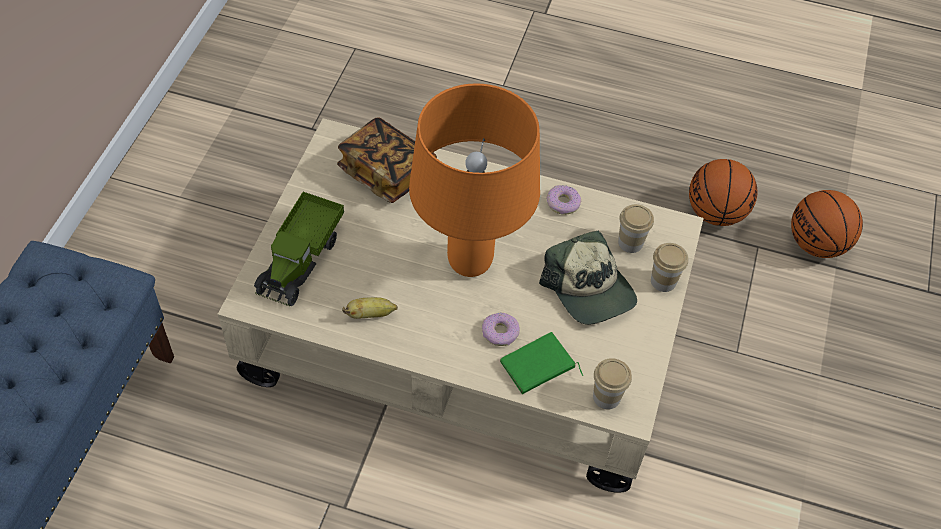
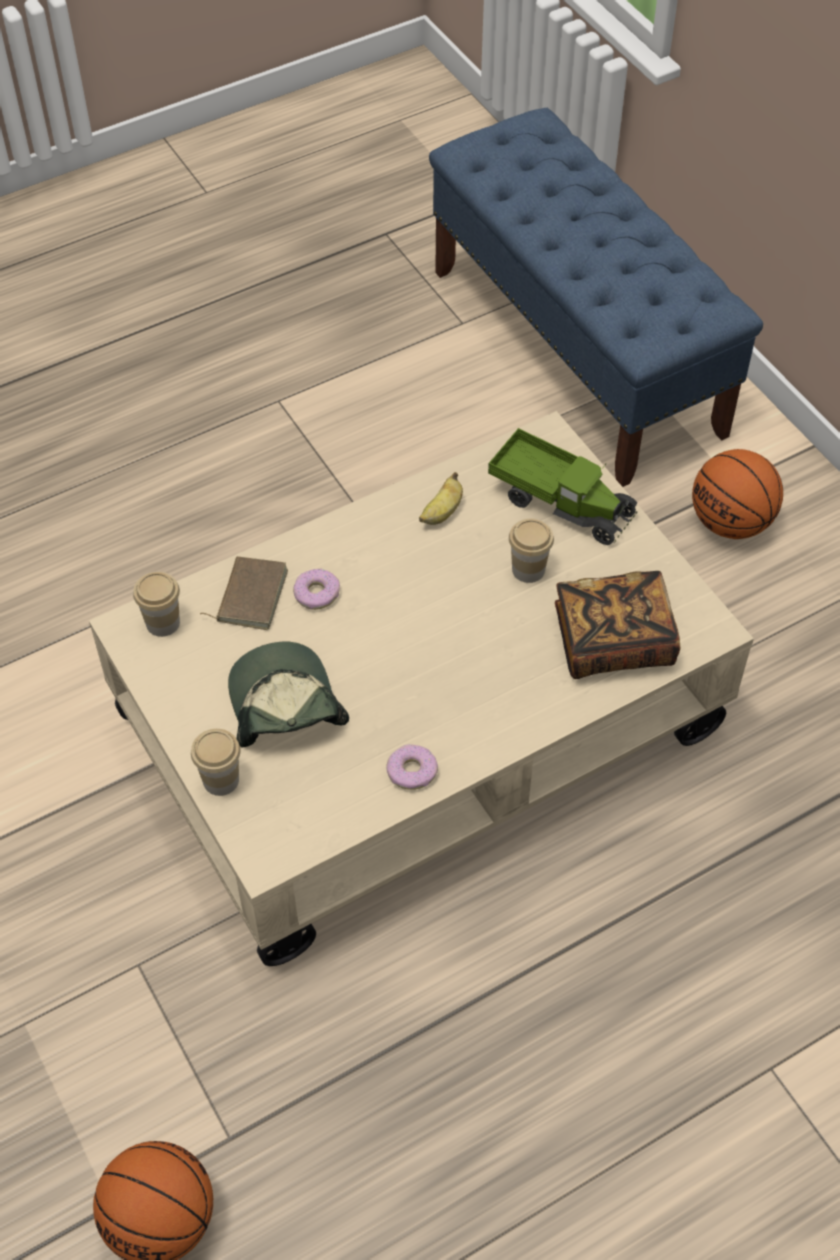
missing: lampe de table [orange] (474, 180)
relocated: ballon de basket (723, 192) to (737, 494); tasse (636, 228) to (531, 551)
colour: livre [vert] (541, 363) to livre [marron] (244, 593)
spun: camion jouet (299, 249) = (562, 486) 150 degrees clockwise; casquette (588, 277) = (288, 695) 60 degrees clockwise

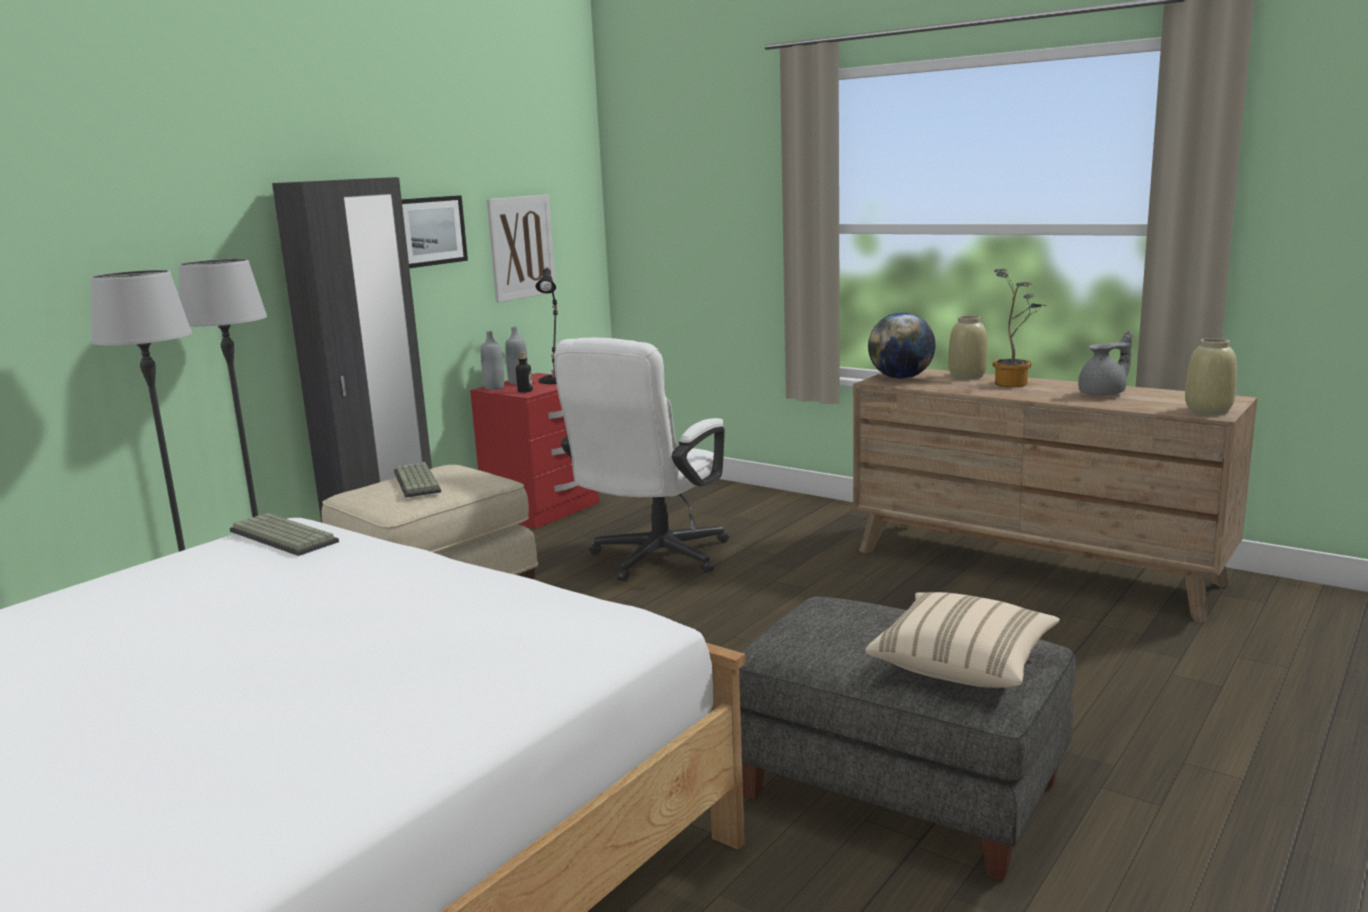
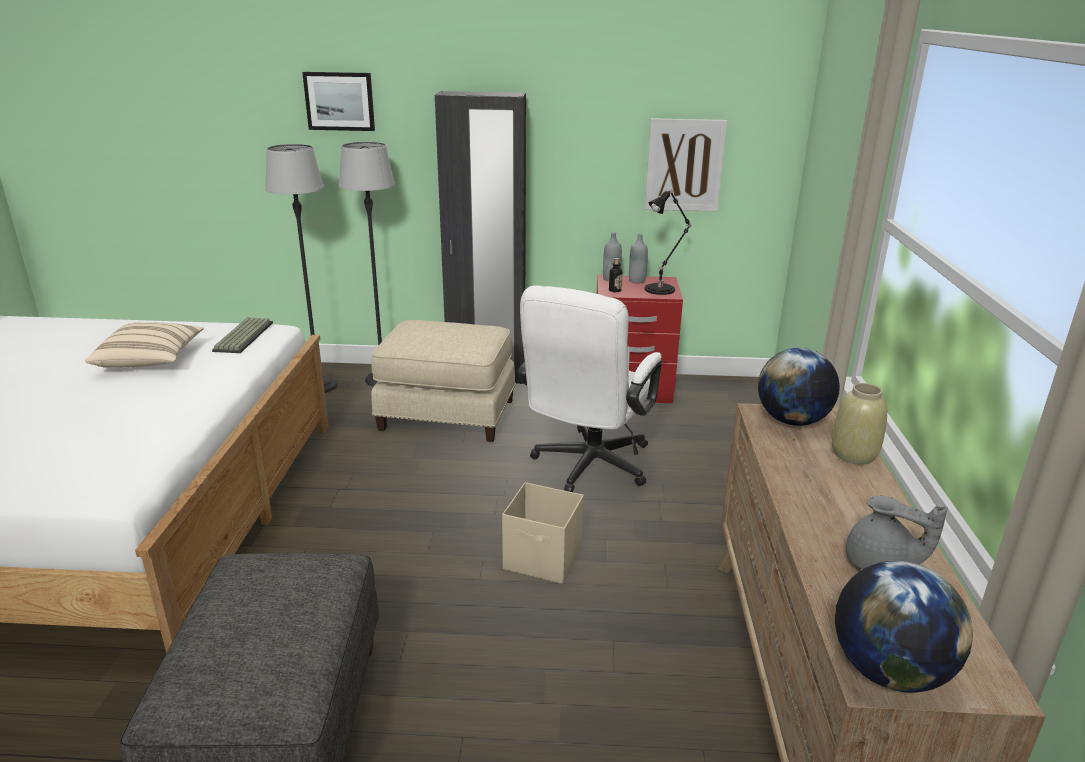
missing: plante en pot (1020, 327); clavier (417, 480)
appeared: boîte de rangement [beige] (543, 533)
relocated: tableau (435, 231) to (338, 101); coussin [beige] (962, 640) to (144, 345)
exchanged: vase [beige] (1211, 376) to globe (904, 627)
spun: chaise de bureau [blanc] (641, 459) = (589, 388) 60 degrees counterclockwise

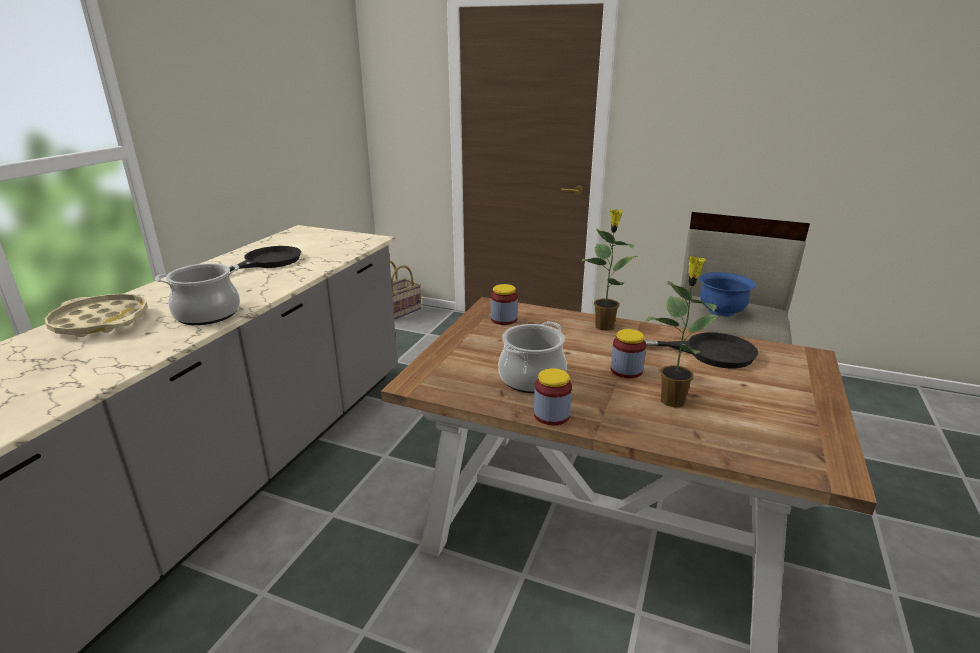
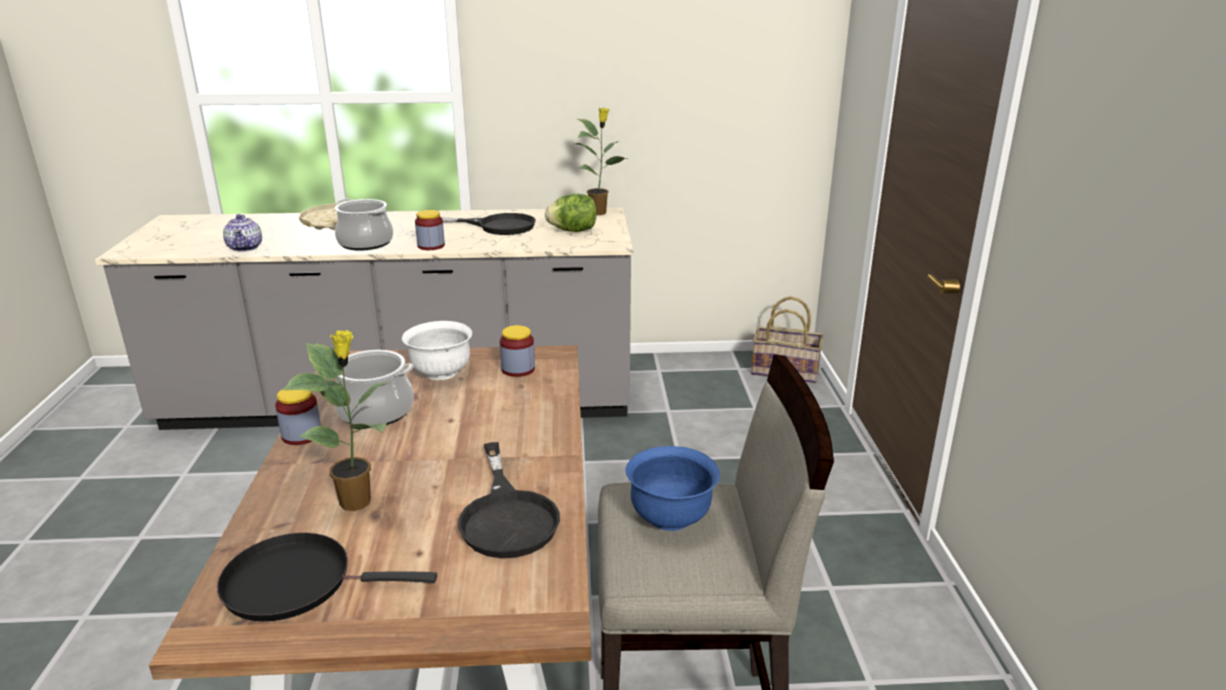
appeared: laitue (570, 213); théière (242, 233); bol [blanc] (437, 350); poêle [noir] (327, 577)
relocated: plante en pot (609, 270) to (602, 161); bocal (628, 353) to (430, 230)

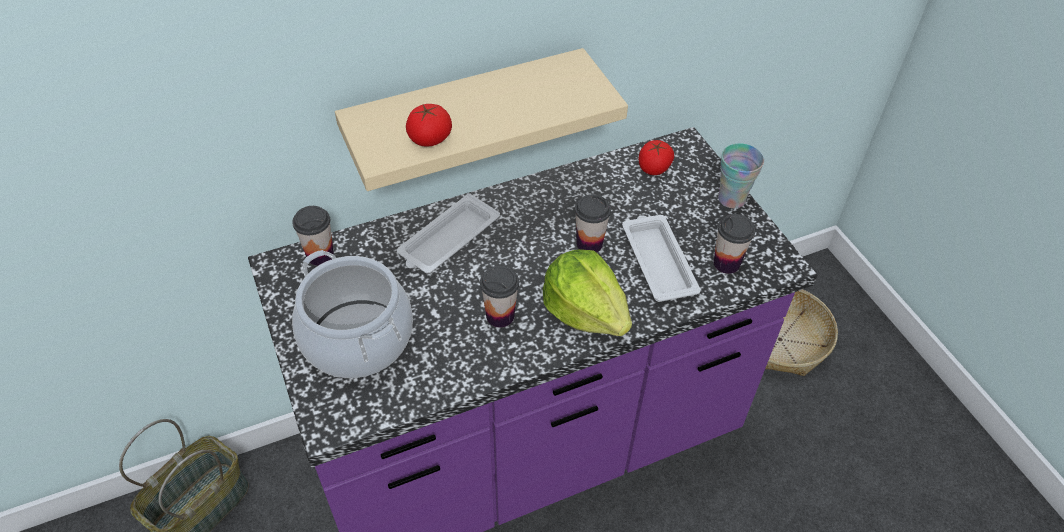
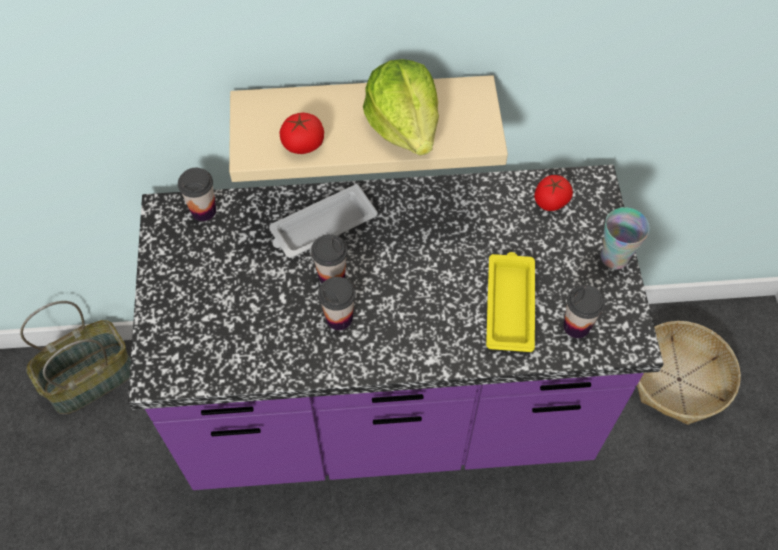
missing: marmite (352, 314)
relocated: tasse (593, 223) to (329, 258); laitue (587, 292) to (401, 107)
colour: plateau [blanc] (661, 258) to plateau [jaune] (510, 302)

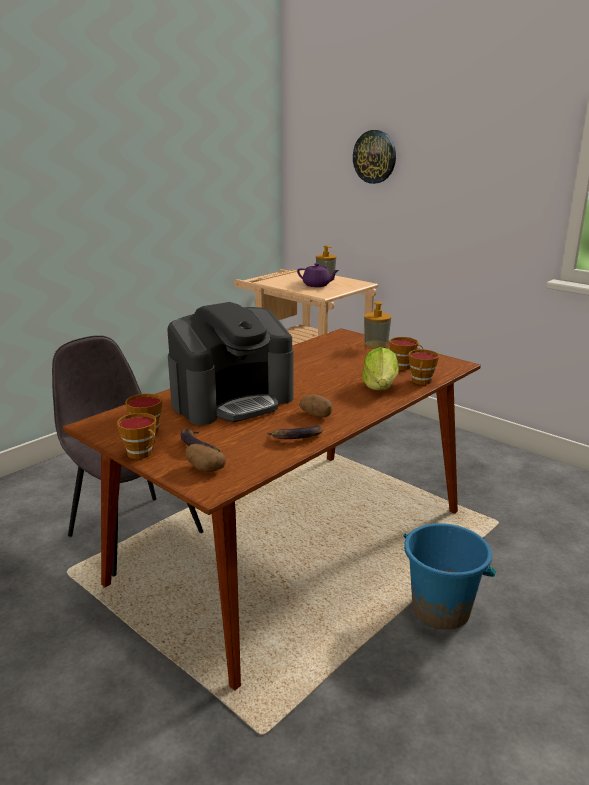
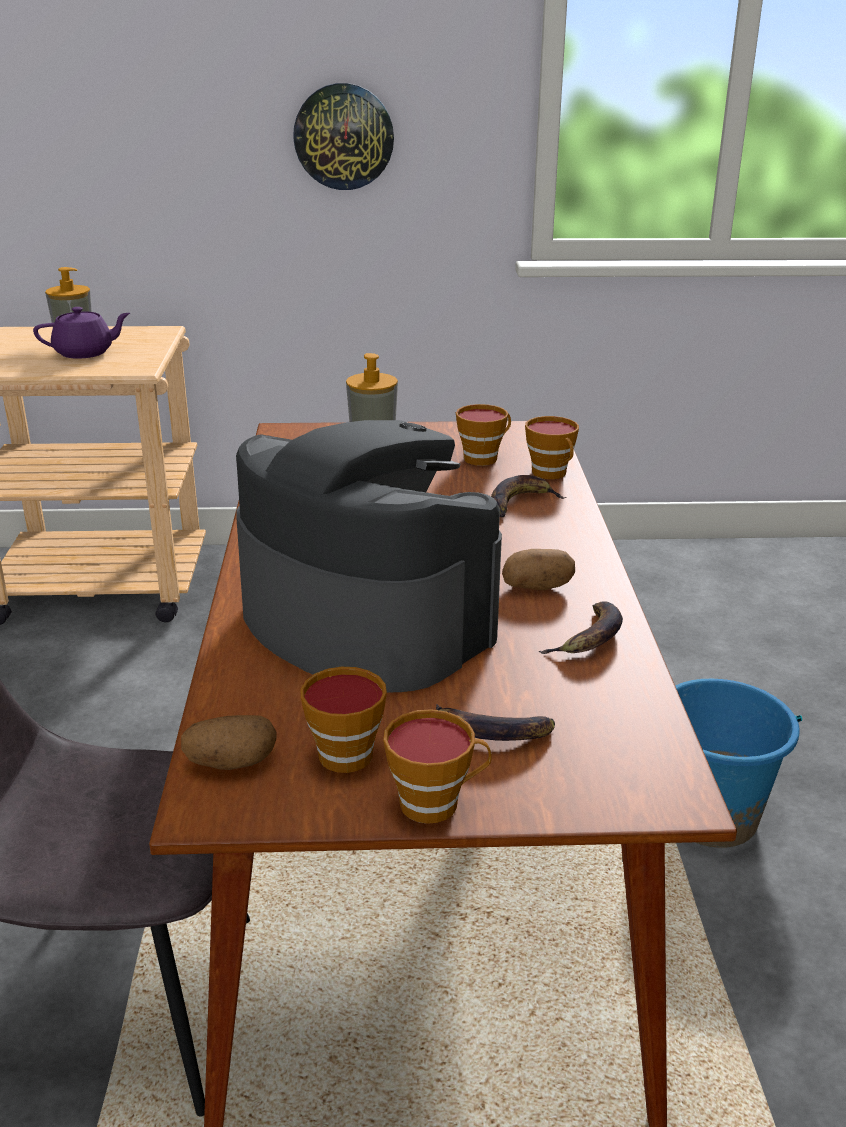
relocated: horloge murale (374, 157) to (343, 136); pomme de terre (206, 458) to (228, 742)
exchanged: laitue (380, 368) to banane (528, 496)
spun: machine à café (230, 363) = (369, 556) 60 degrees counterclockwise

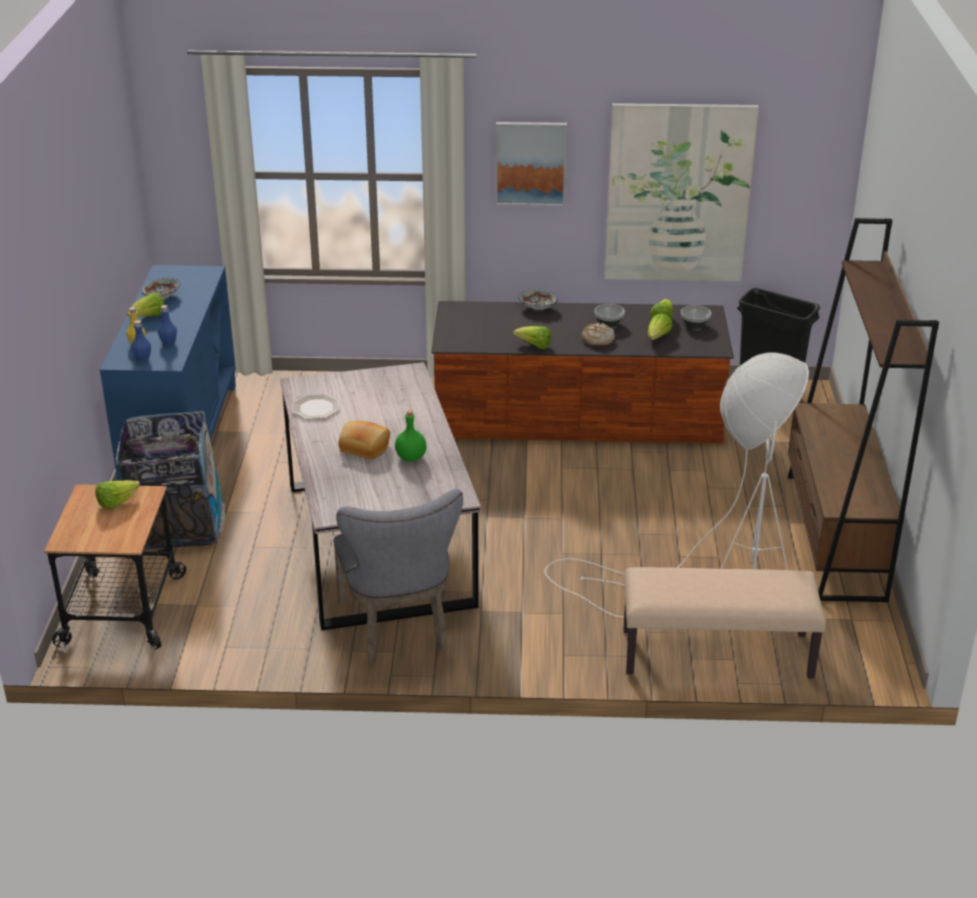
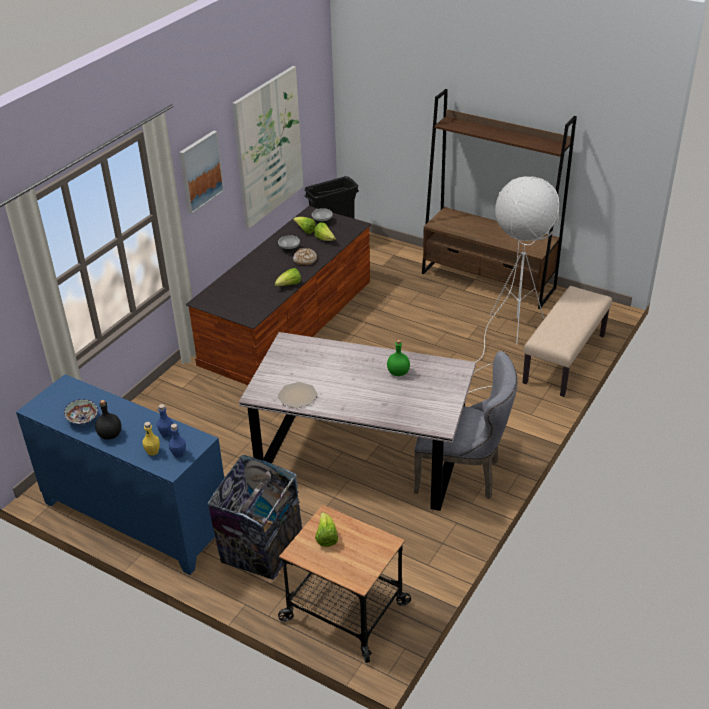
missing: bol (538, 299); pain (364, 440)
exchanged: laitue (146, 305) to bouteille [noir] (108, 420)

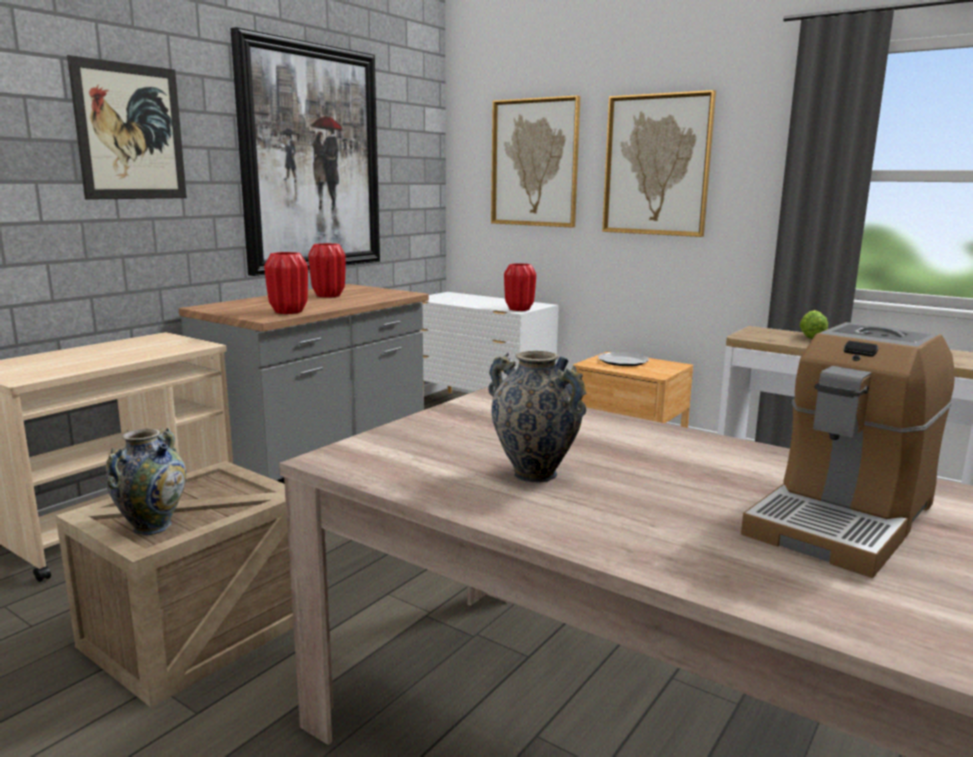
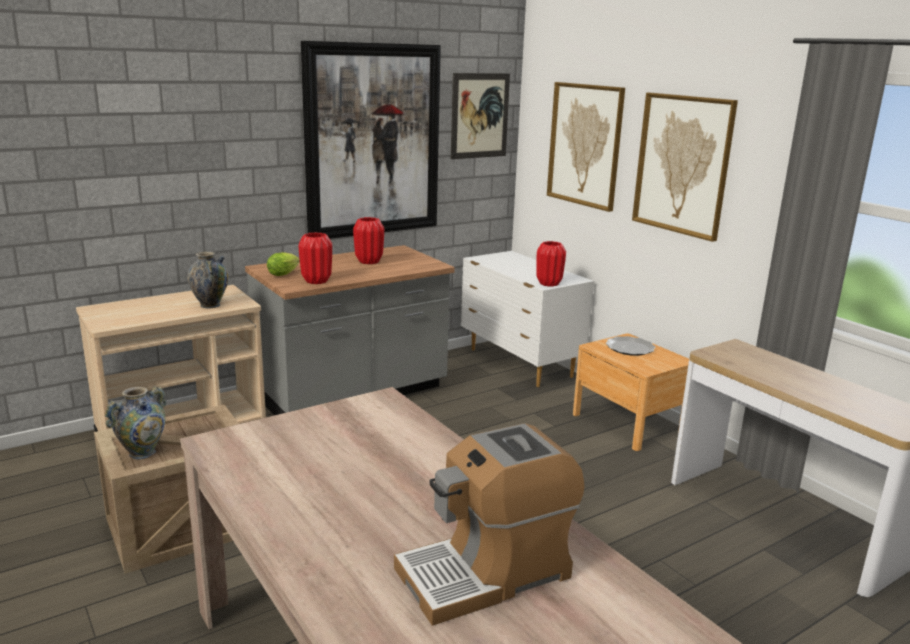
relocated: tableau (127, 127) to (480, 116); laitue (813, 324) to (283, 264); vase (537, 416) to (208, 280)

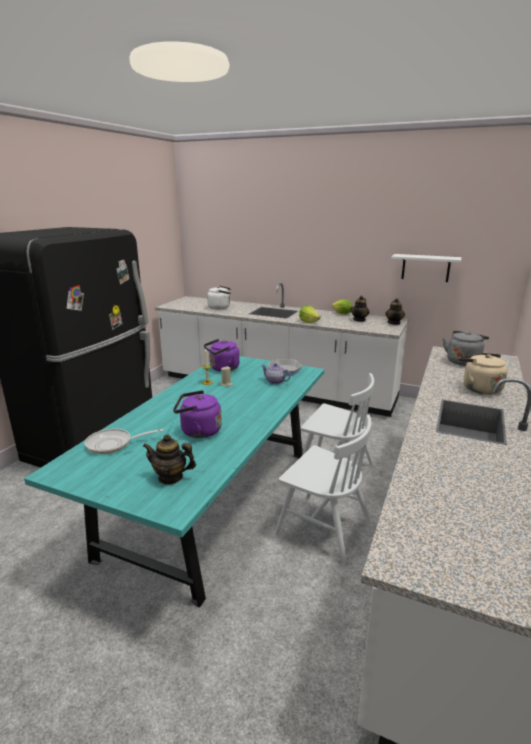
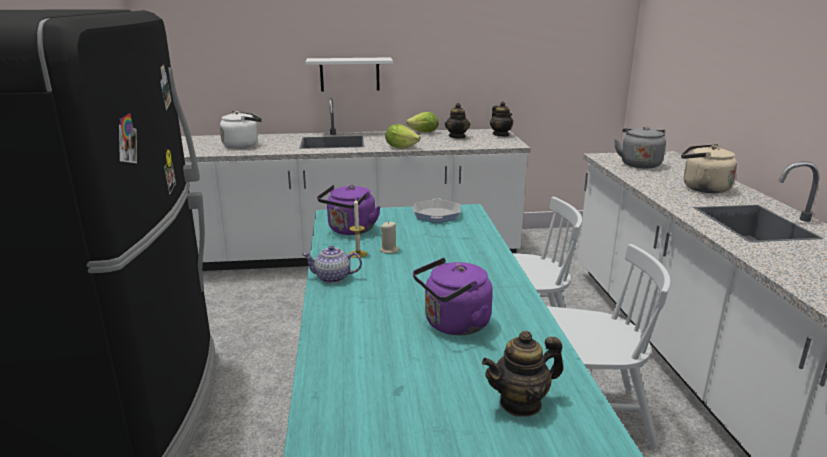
missing: poêle (124, 441)
relocated: étagère [blanc] (426, 268) to (349, 74); théière (276, 373) to (332, 264)

